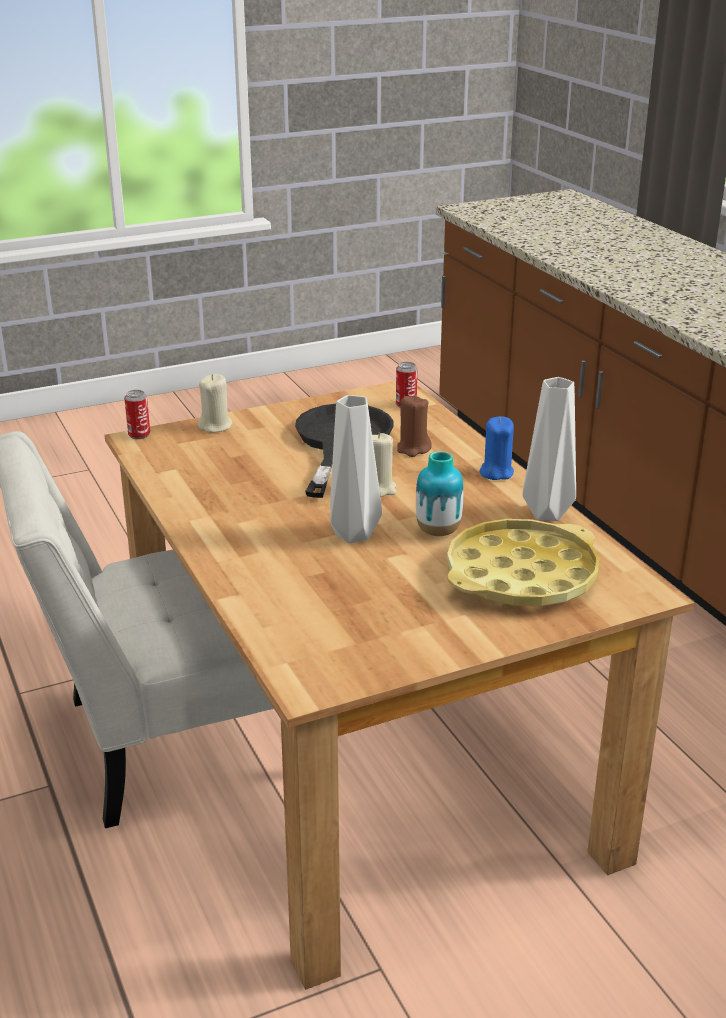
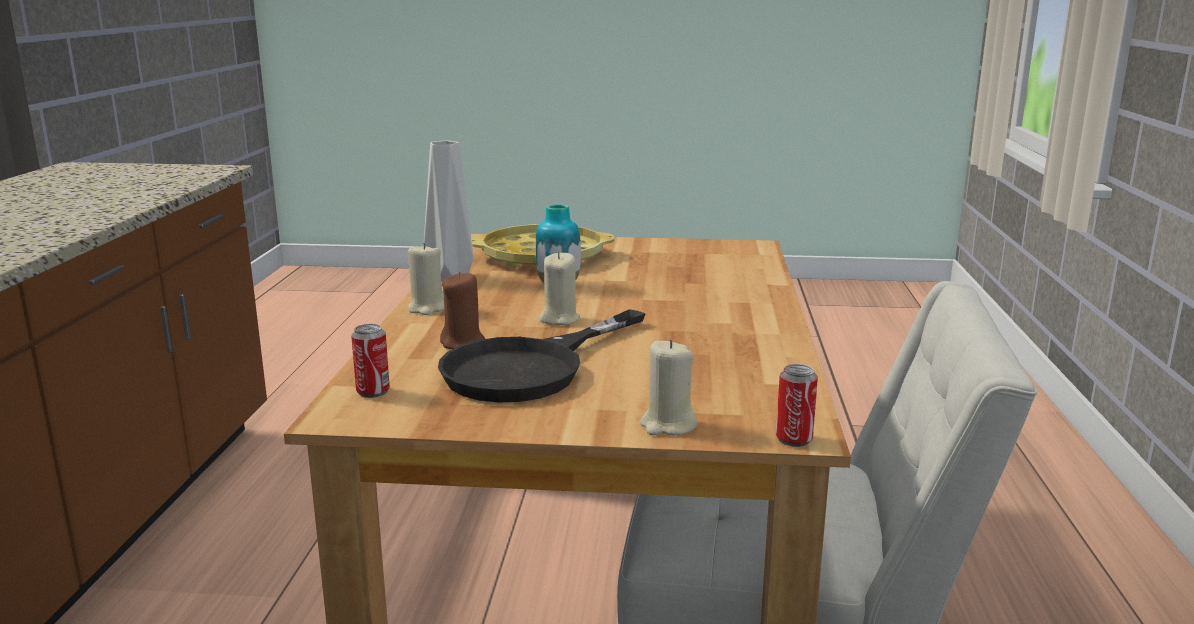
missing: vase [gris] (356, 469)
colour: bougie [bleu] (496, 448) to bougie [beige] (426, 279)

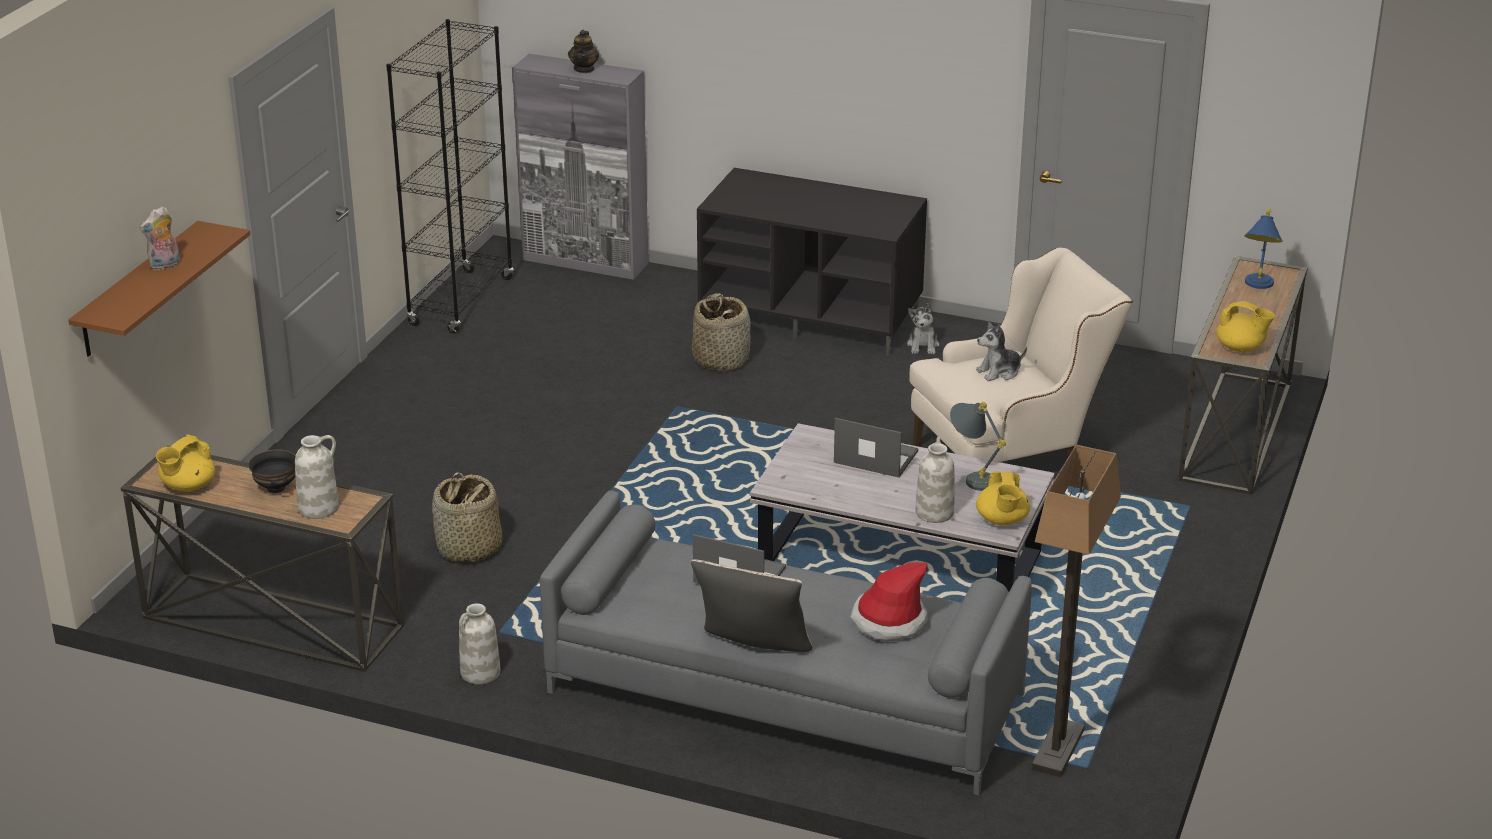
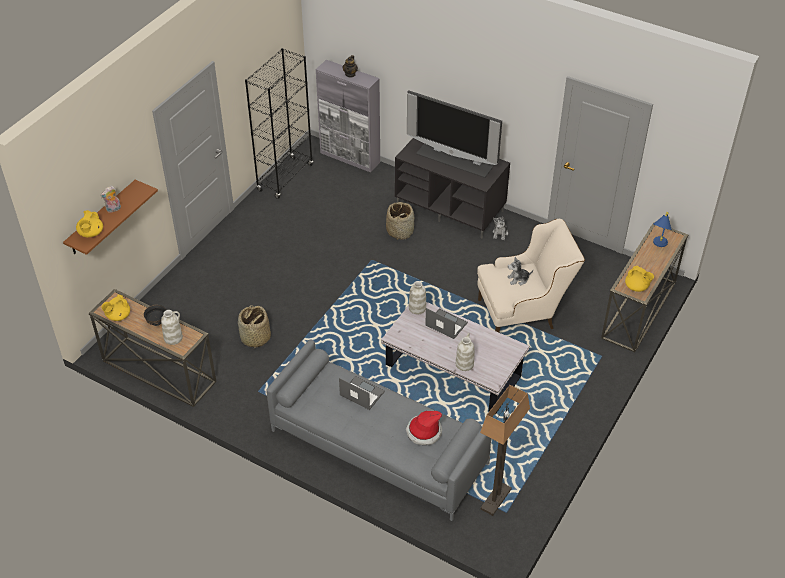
missing: lampe de table [gris] (978, 446); coussin [beige] (751, 605)
appeared: téléviseur (454, 134)
relocated: théière [jaune] (1003, 498) to (89, 224); vase [blanc] (479, 643) to (417, 297)

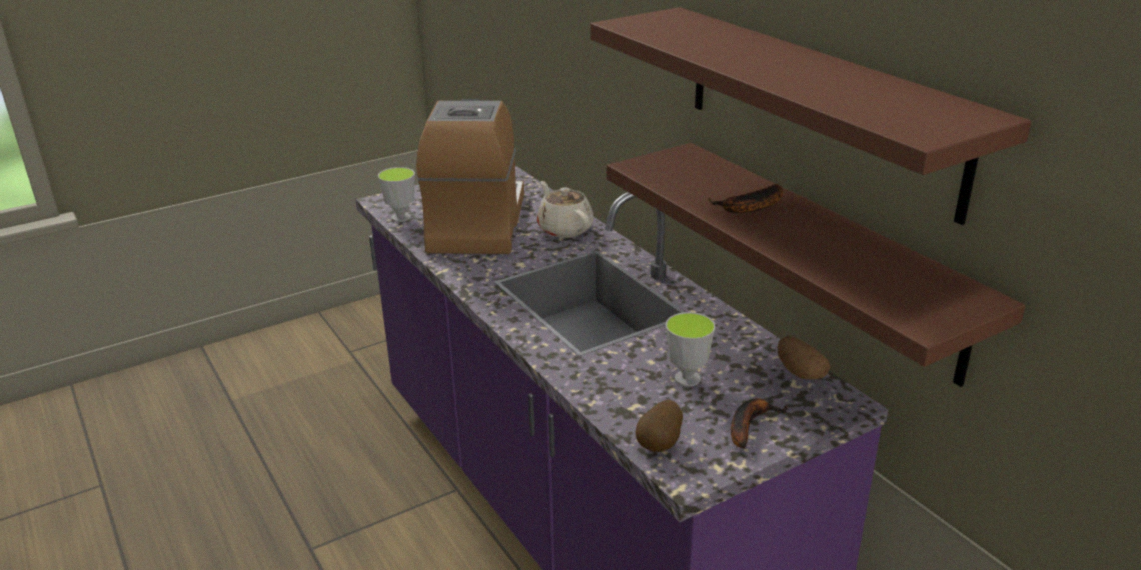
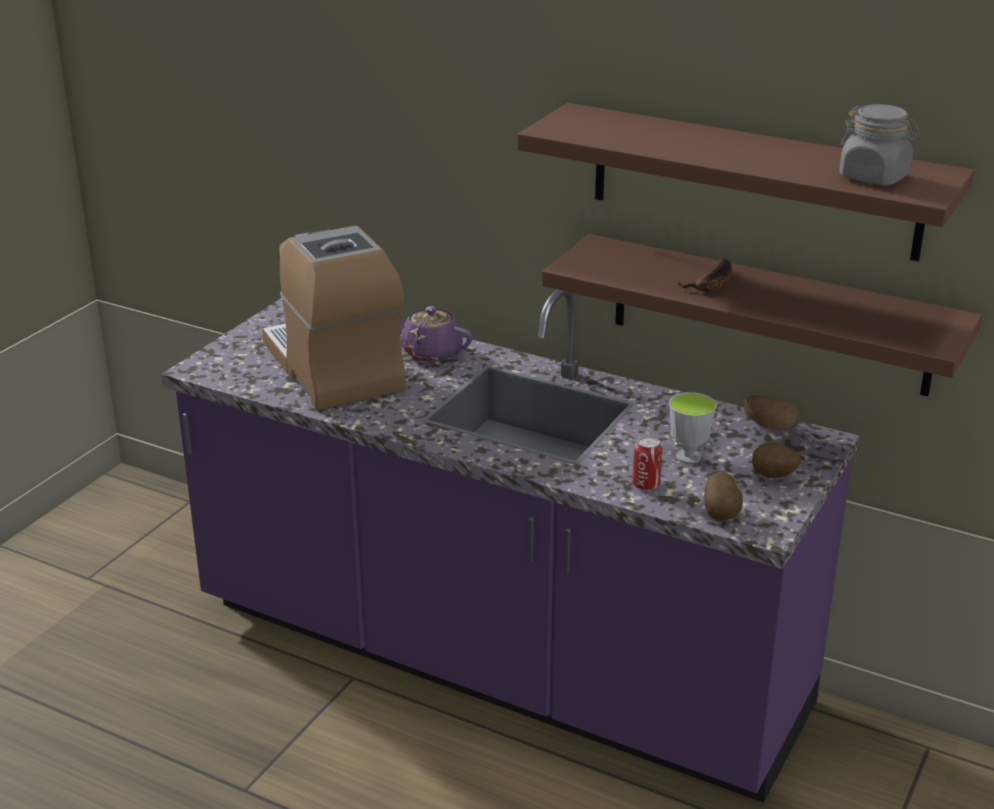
missing: tasse (396, 194)
appeared: bocal [gris] (879, 145); boîte métallique (647, 463)
exchanged: banane (760, 423) to pomme de terre (776, 460)
colour: théière [beige] (565, 209) to théière [violet] (436, 334)

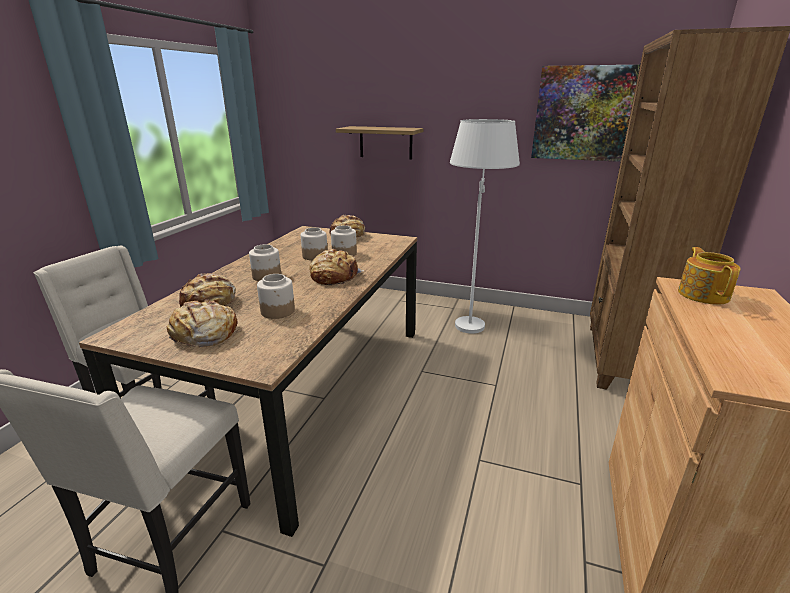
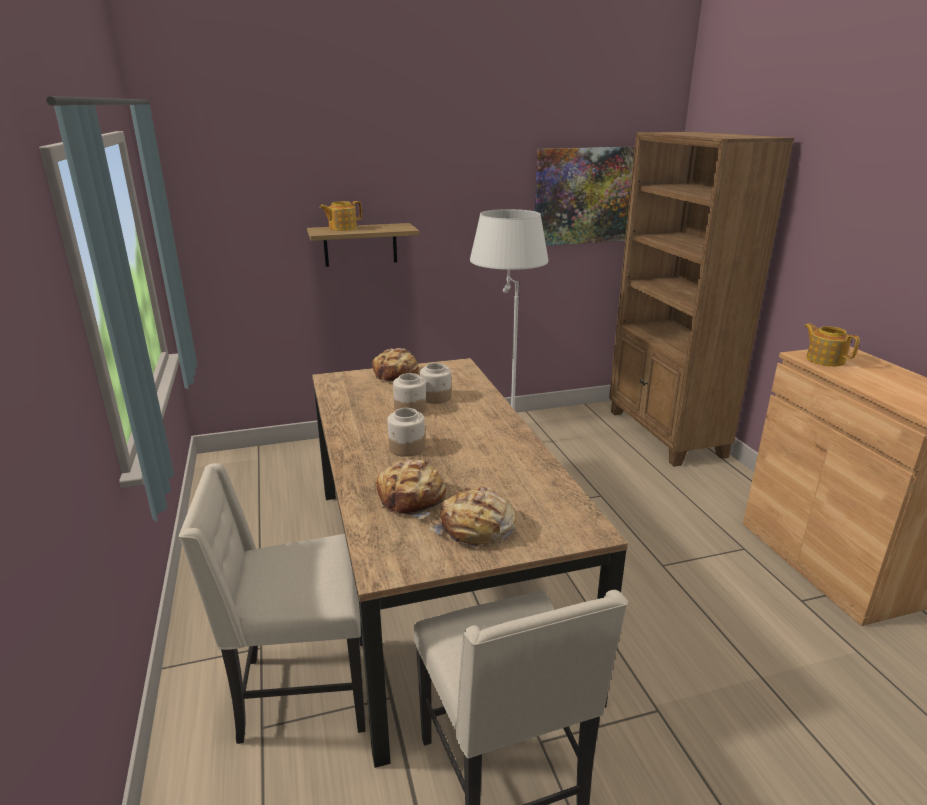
missing: pain (336, 267); bocal (276, 296)
appeared: théière (341, 216)

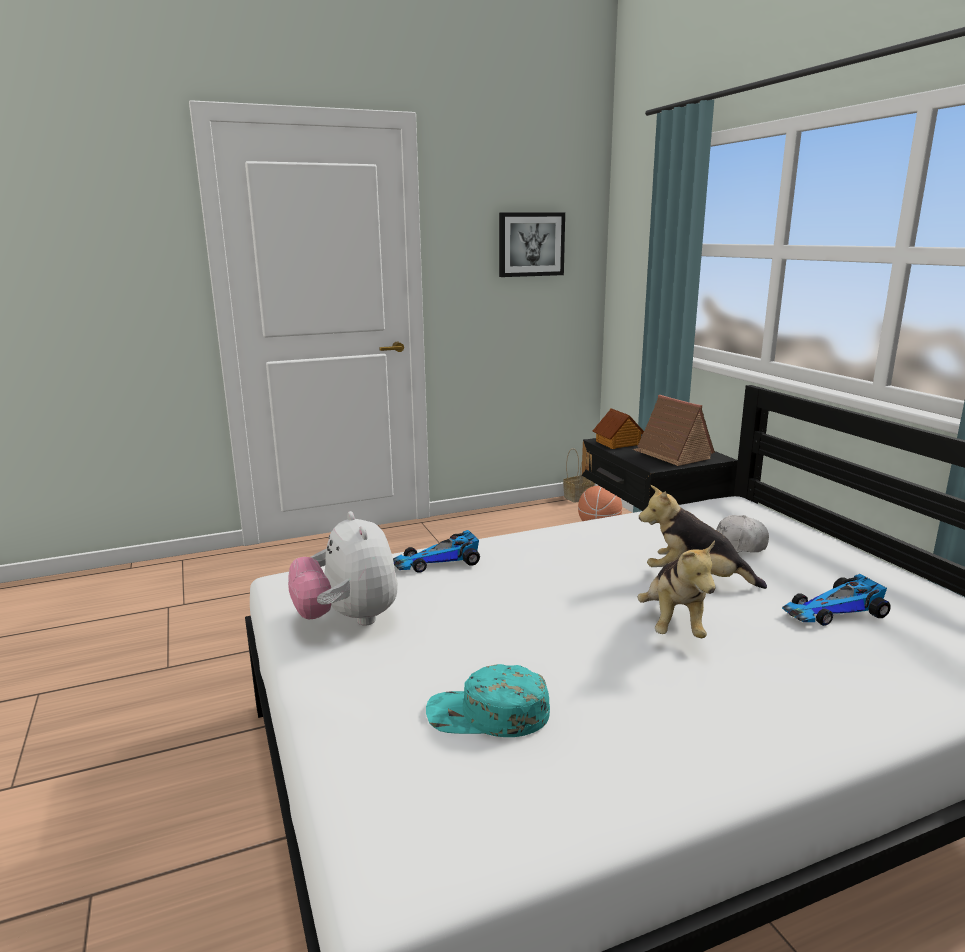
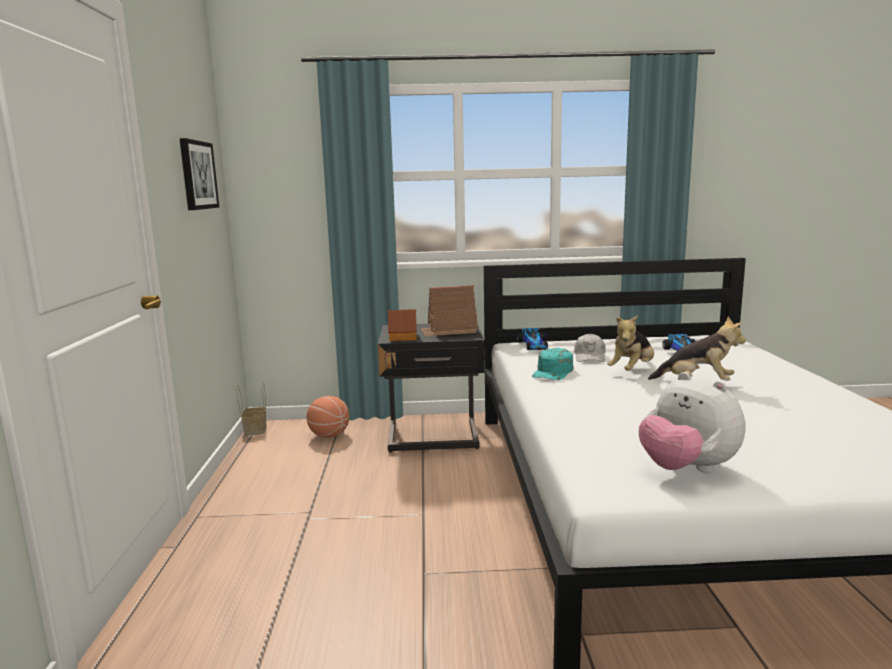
relocated: petite voiture (436, 551) to (532, 339); casquette [turquoise] (488, 700) to (552, 364)
spun: peluche (343, 568) = (692, 422) 60 degrees clockwise

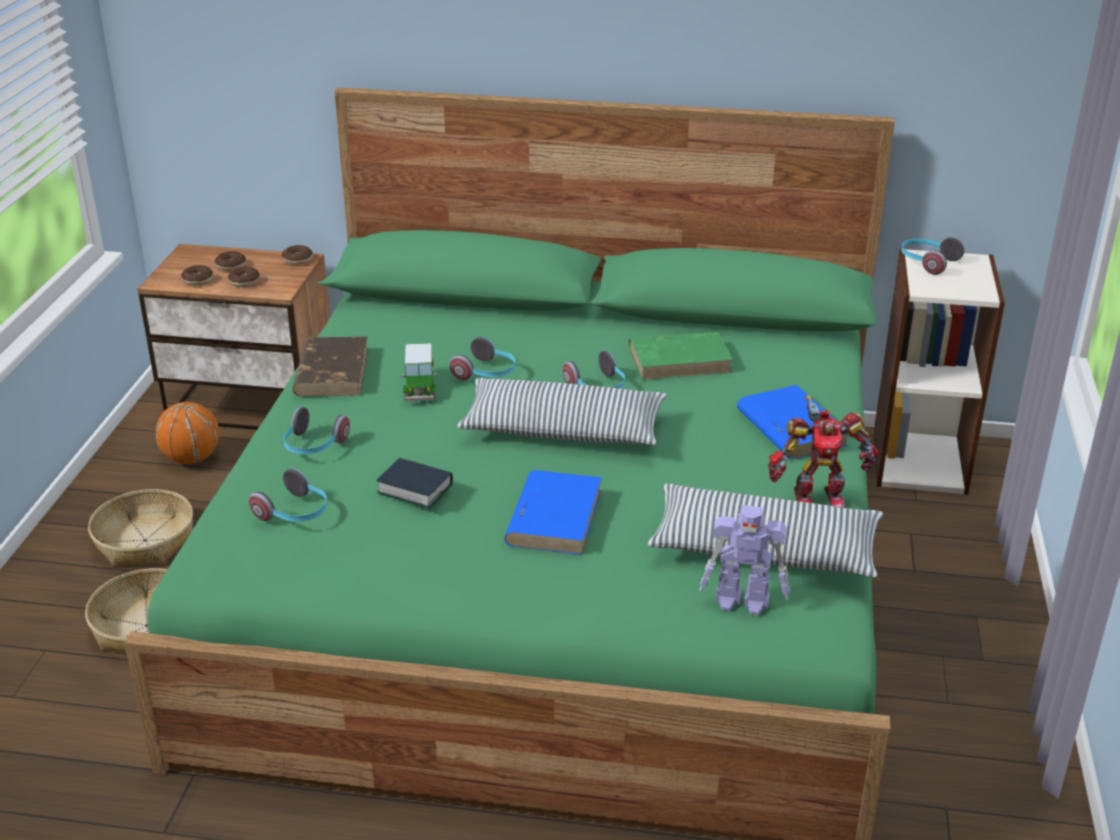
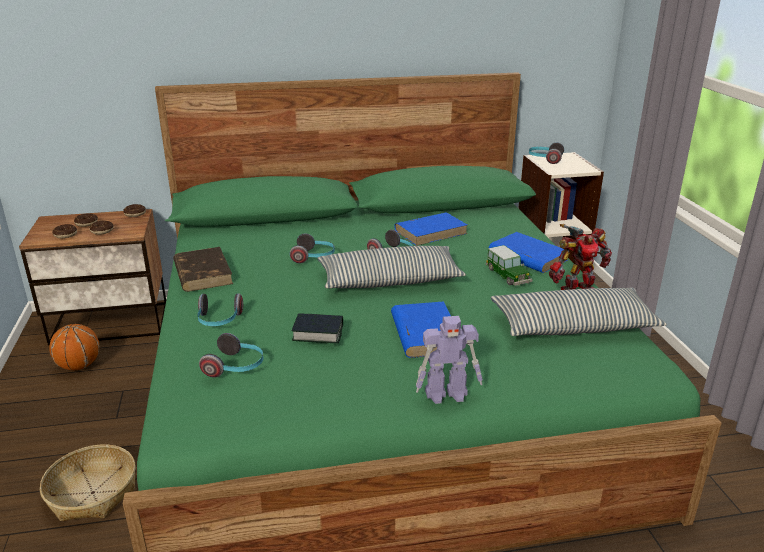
missing: panier (140, 528)
relocated: petite voiture (419, 372) to (509, 265); robot jouet (744, 560) to (449, 360)
colour: livre [vert] (681, 356) to livre [bleu] (430, 229)

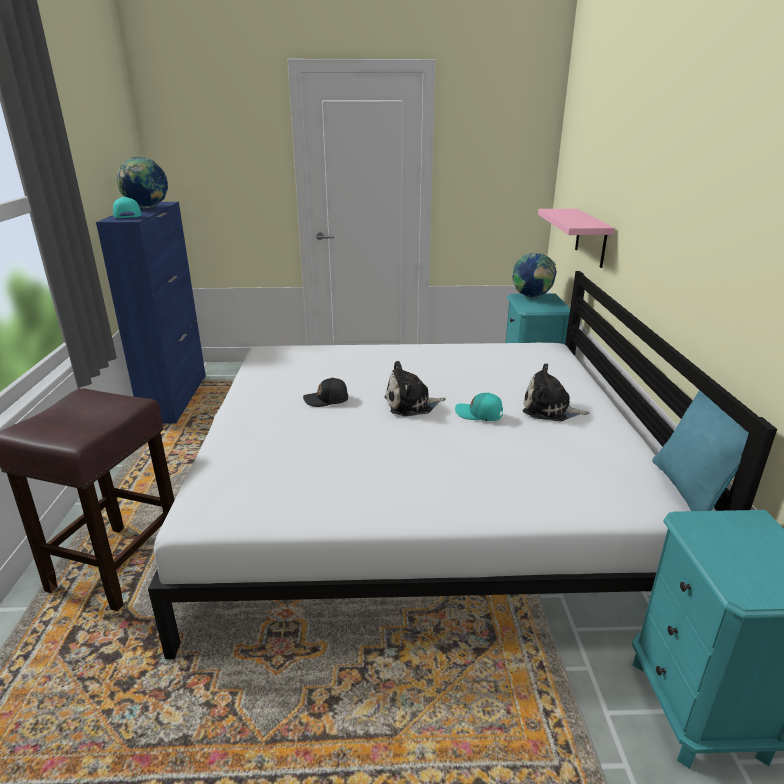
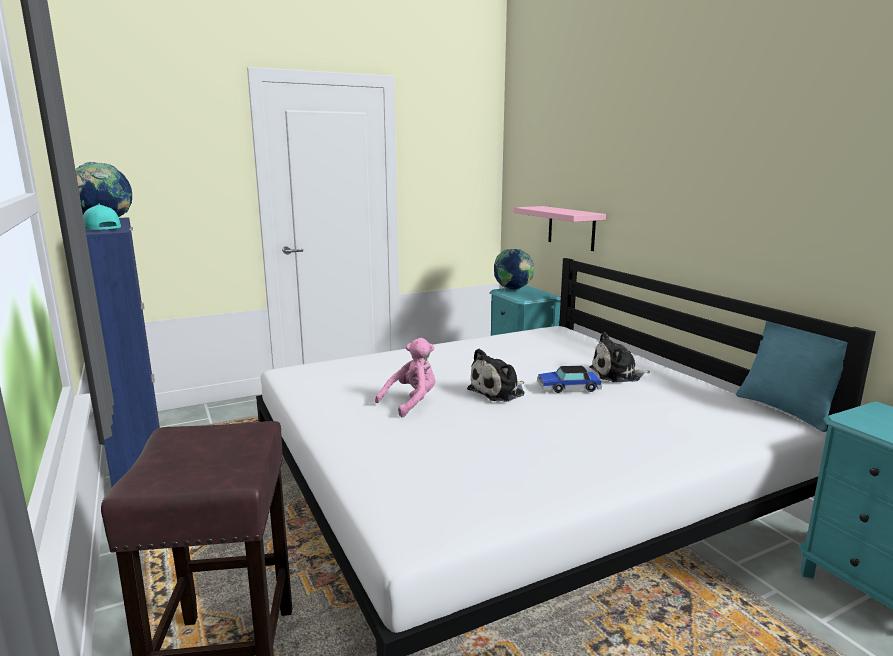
exchanged: casquette [noir] (325, 392) to peluche [rose] (405, 377); casquette [turquoise] (479, 407) to petite voiture (569, 379)

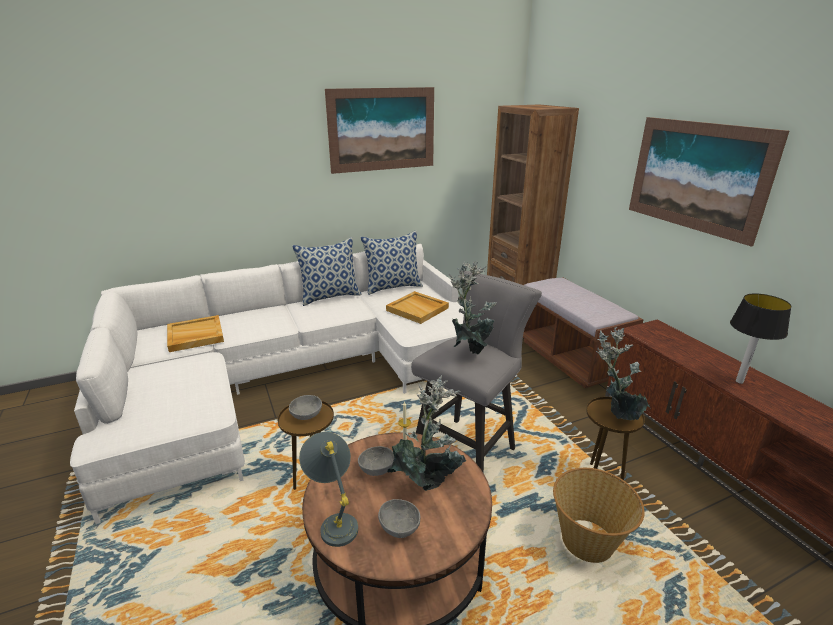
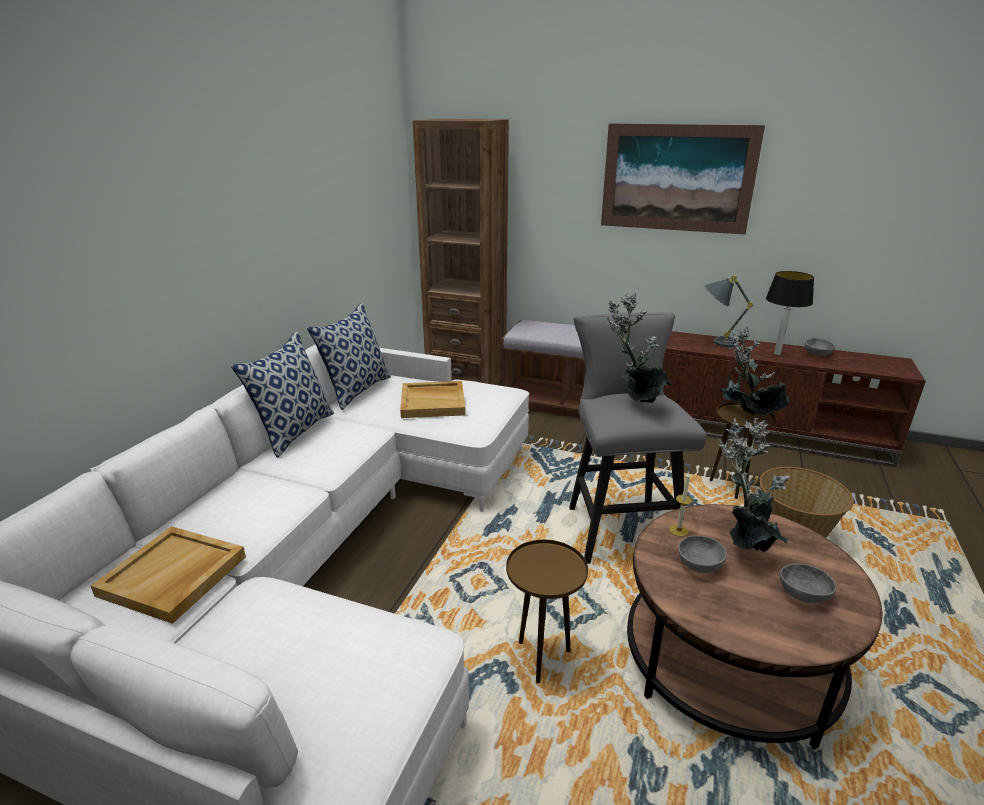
missing: tableau (379, 130)
relocated: bol [gris] (305, 407) to (820, 347); lampe de table [gris] (328, 489) to (729, 311)

